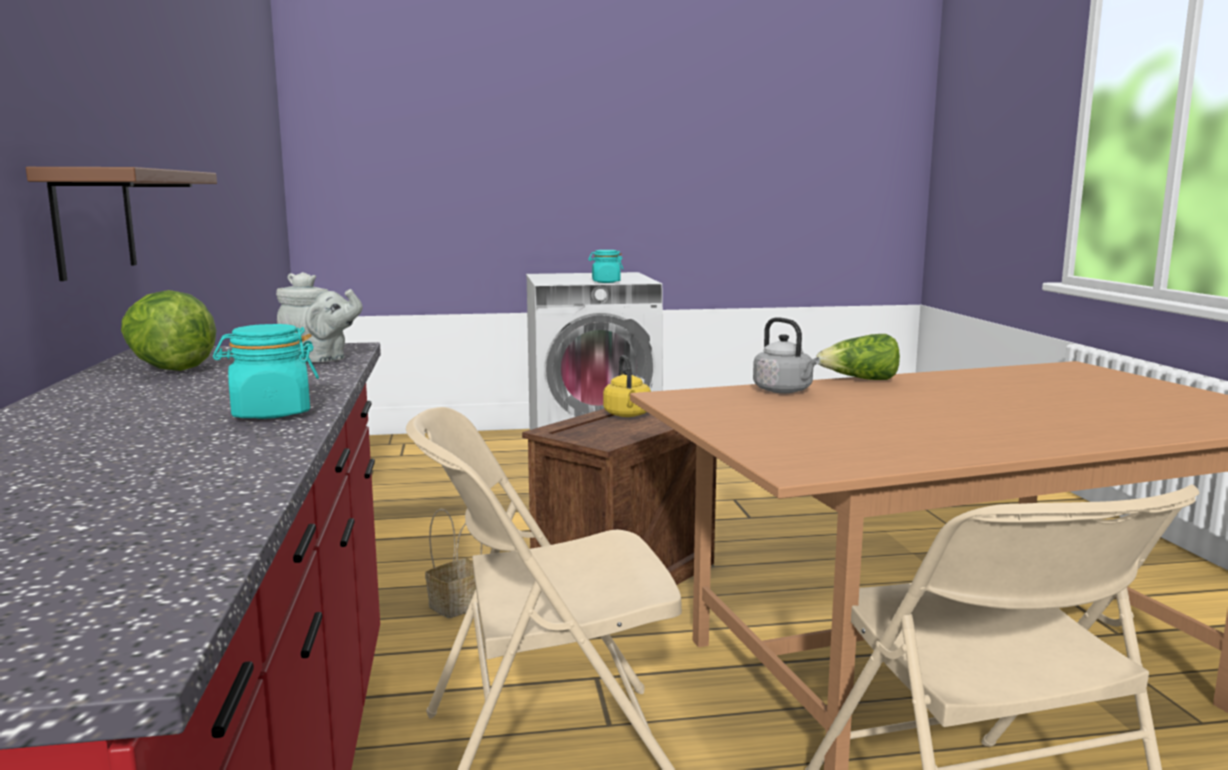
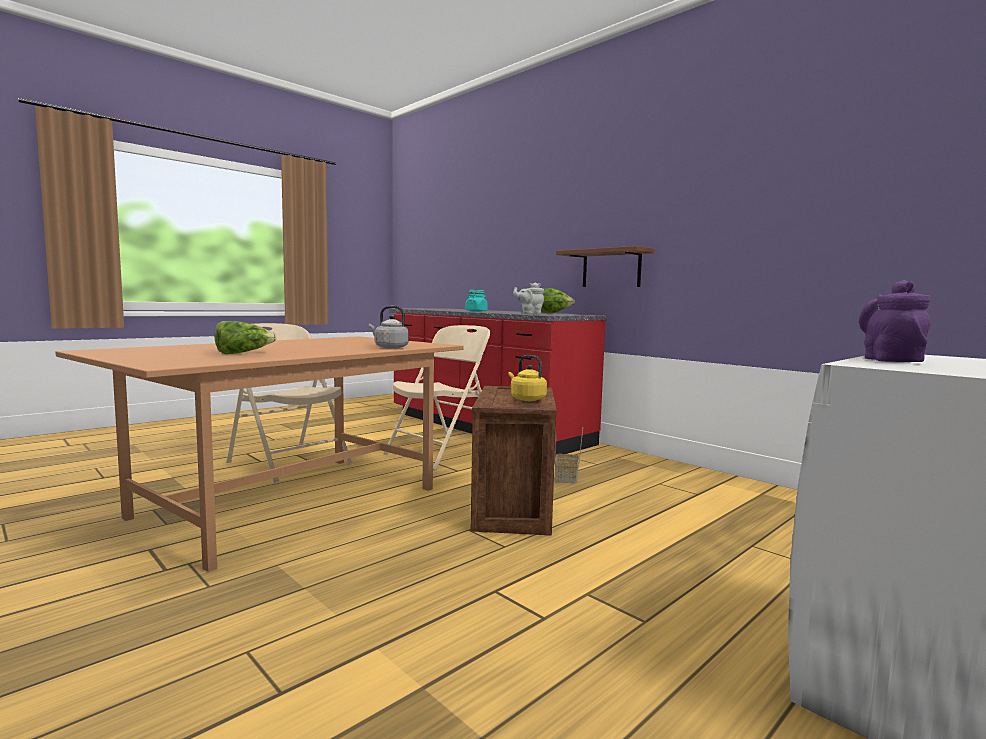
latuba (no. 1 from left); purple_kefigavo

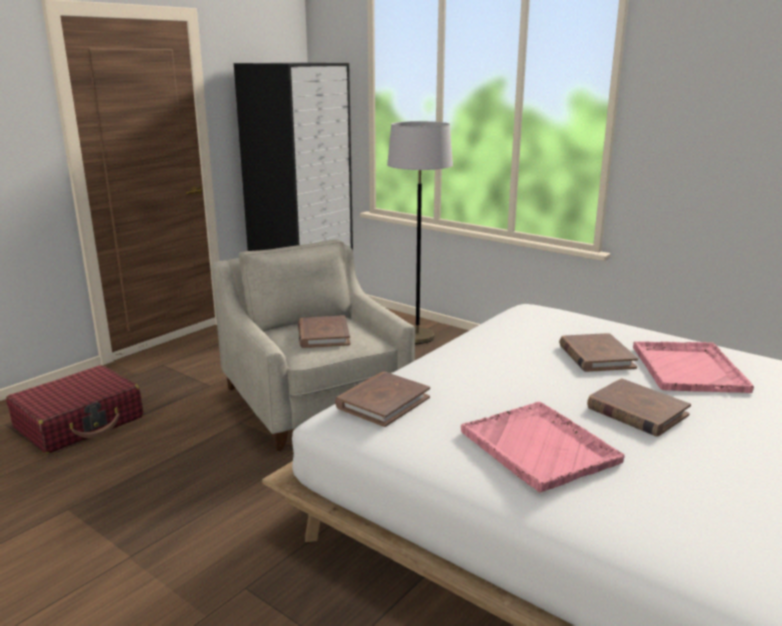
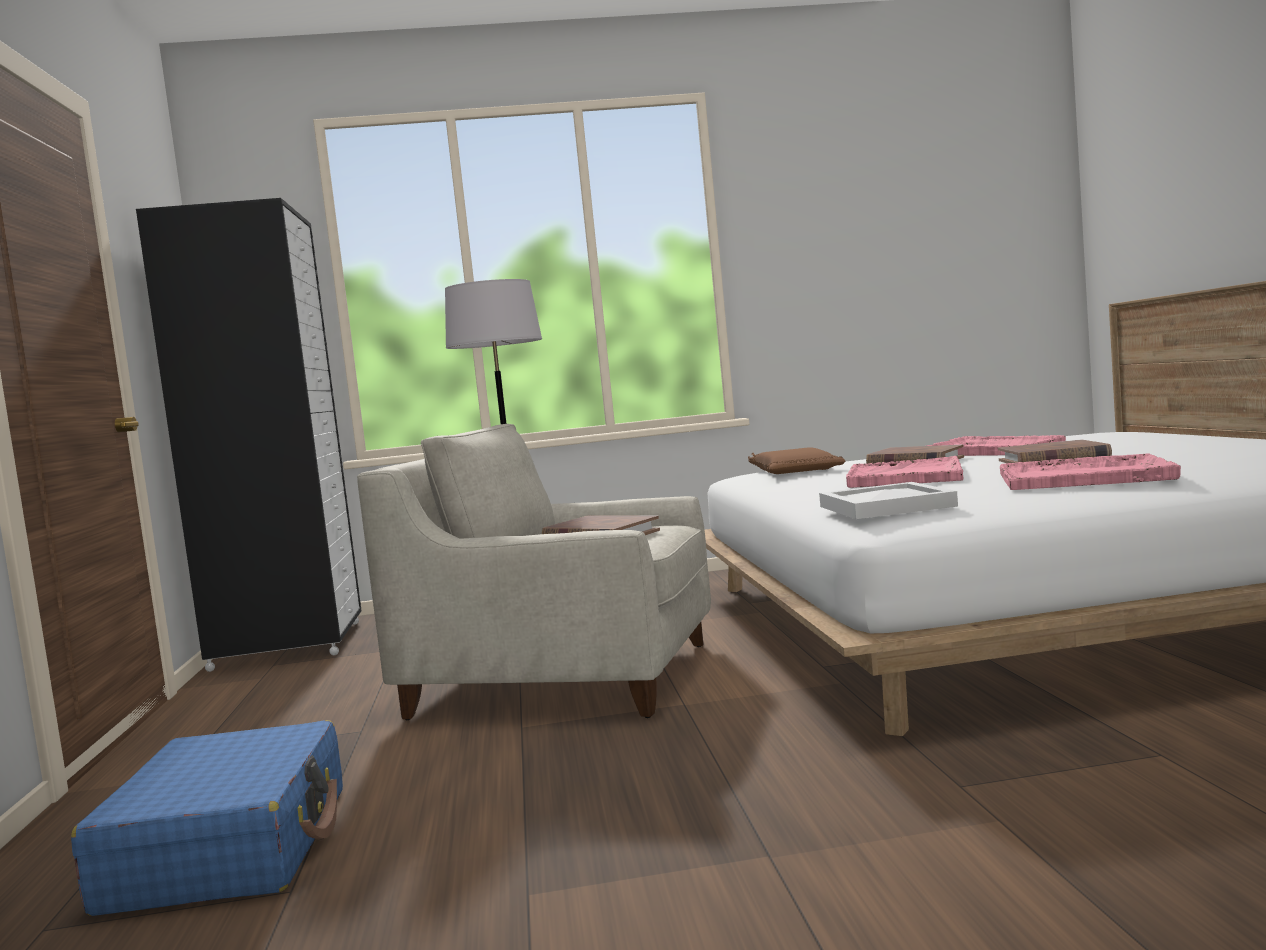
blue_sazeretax; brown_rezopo; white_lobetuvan; pink_lobetuvan (no. 1 from left)

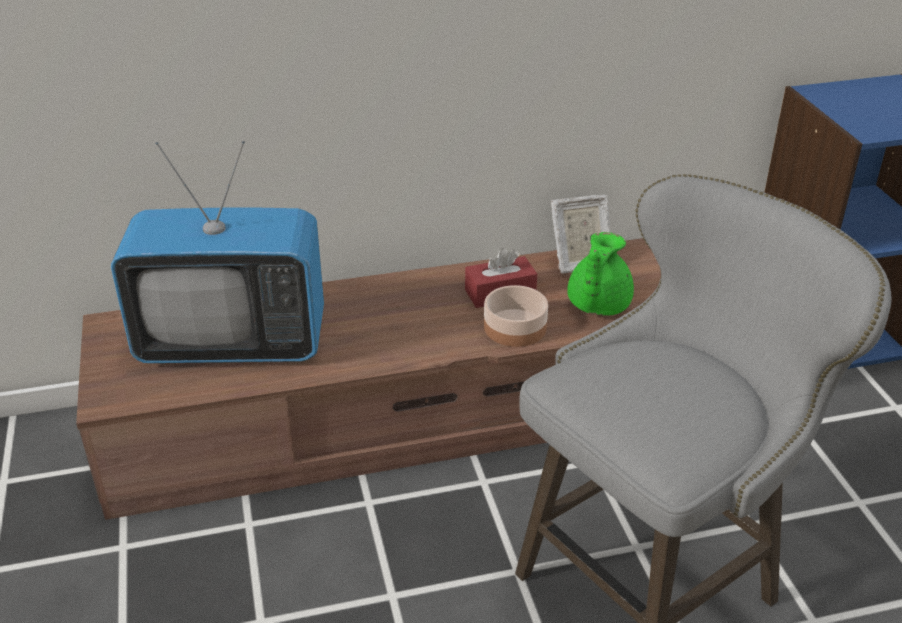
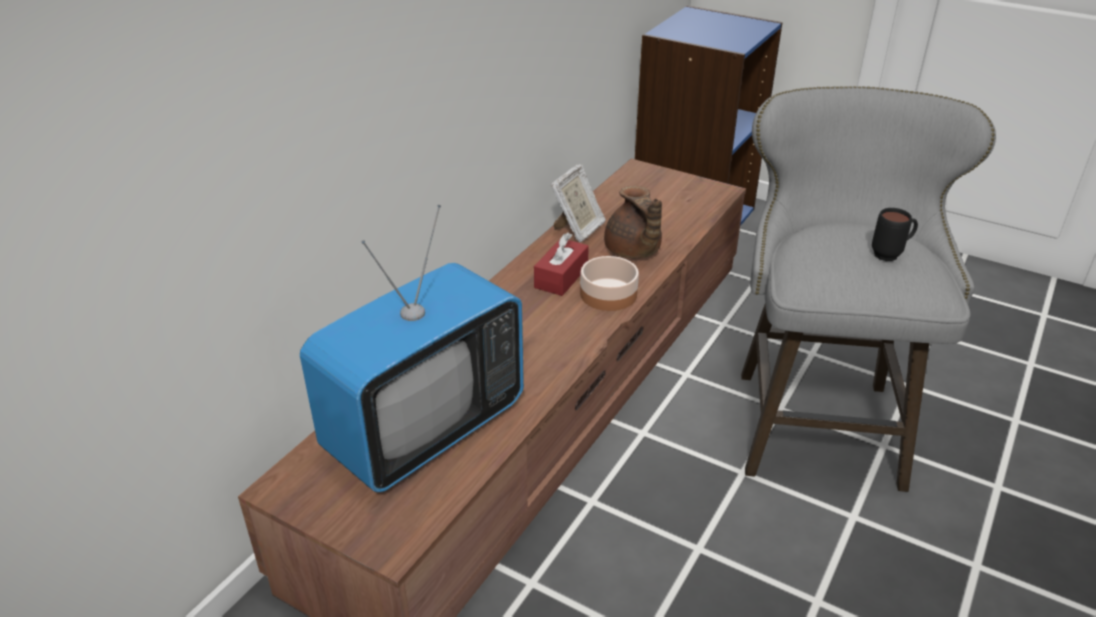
brown_kefigavo; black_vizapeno

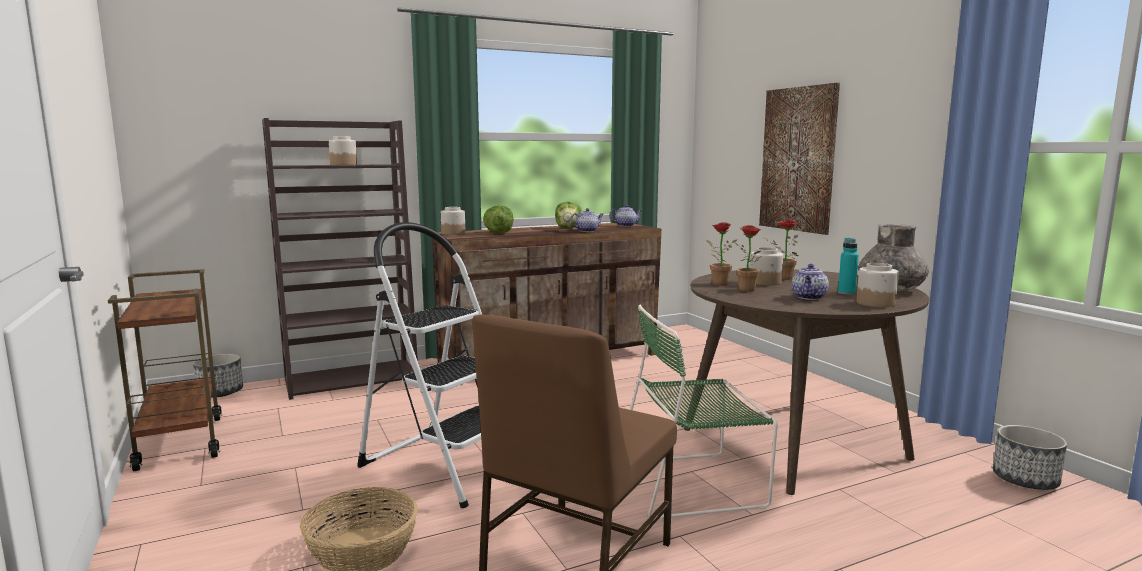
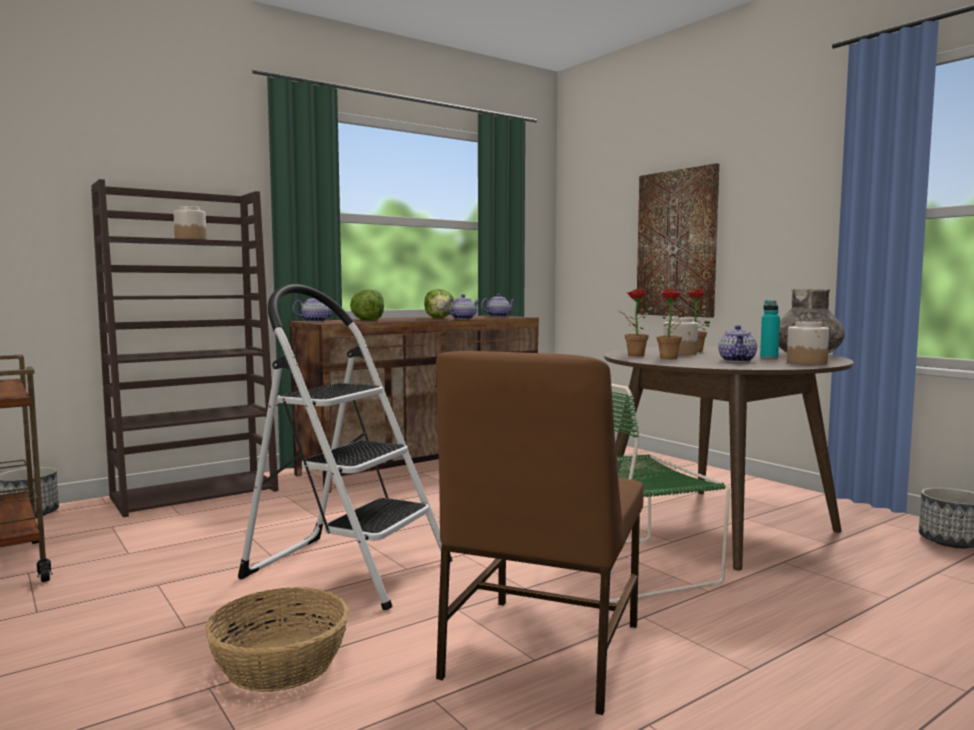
kefigavo (no. 1 from left)

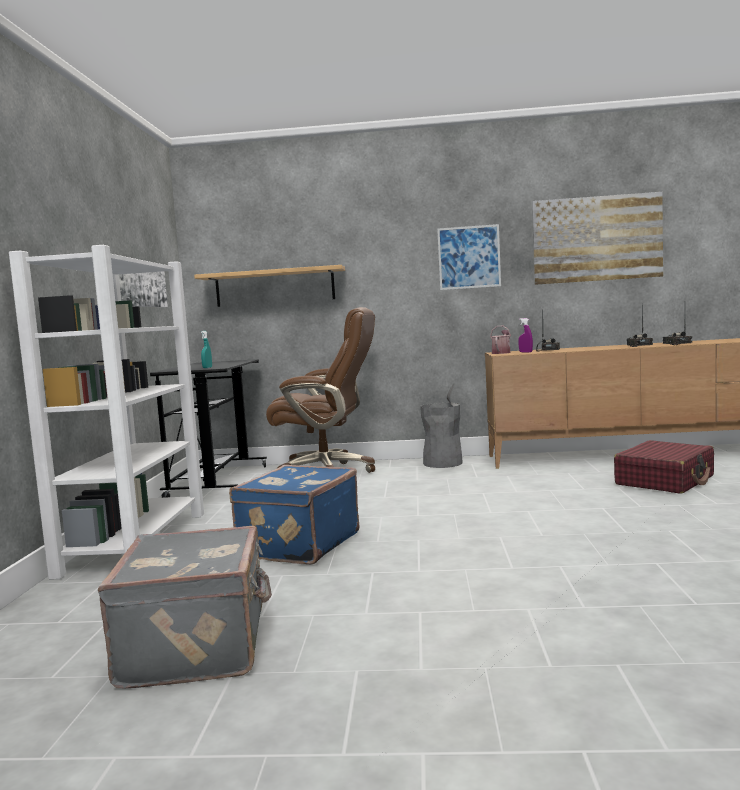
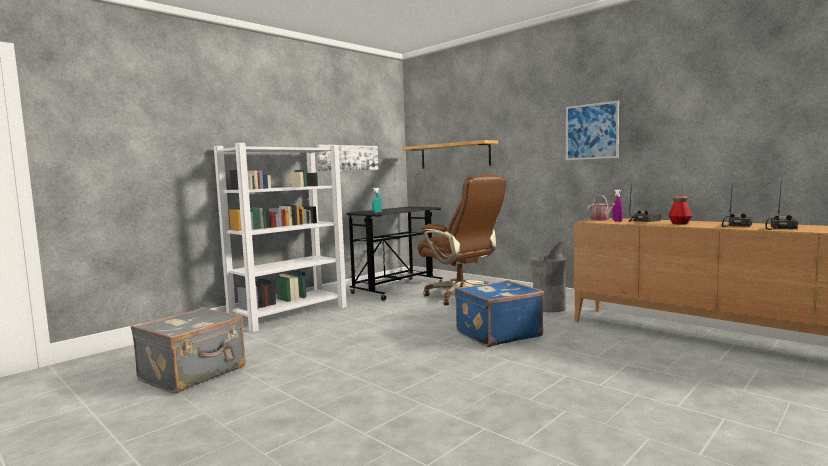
blue_sazeretax; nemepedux; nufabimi (no. 3 from left in the first image); red_sazeretax

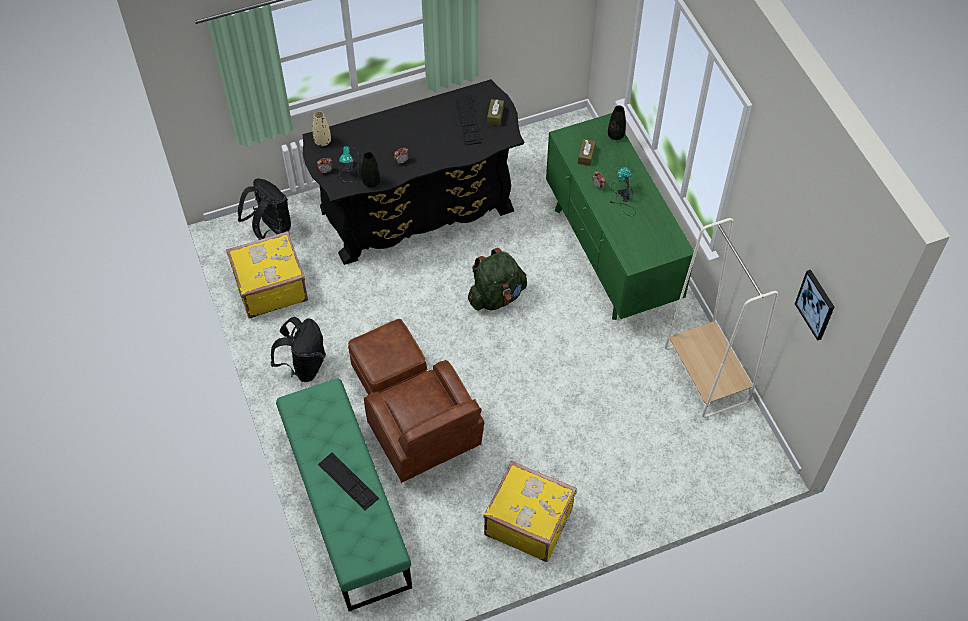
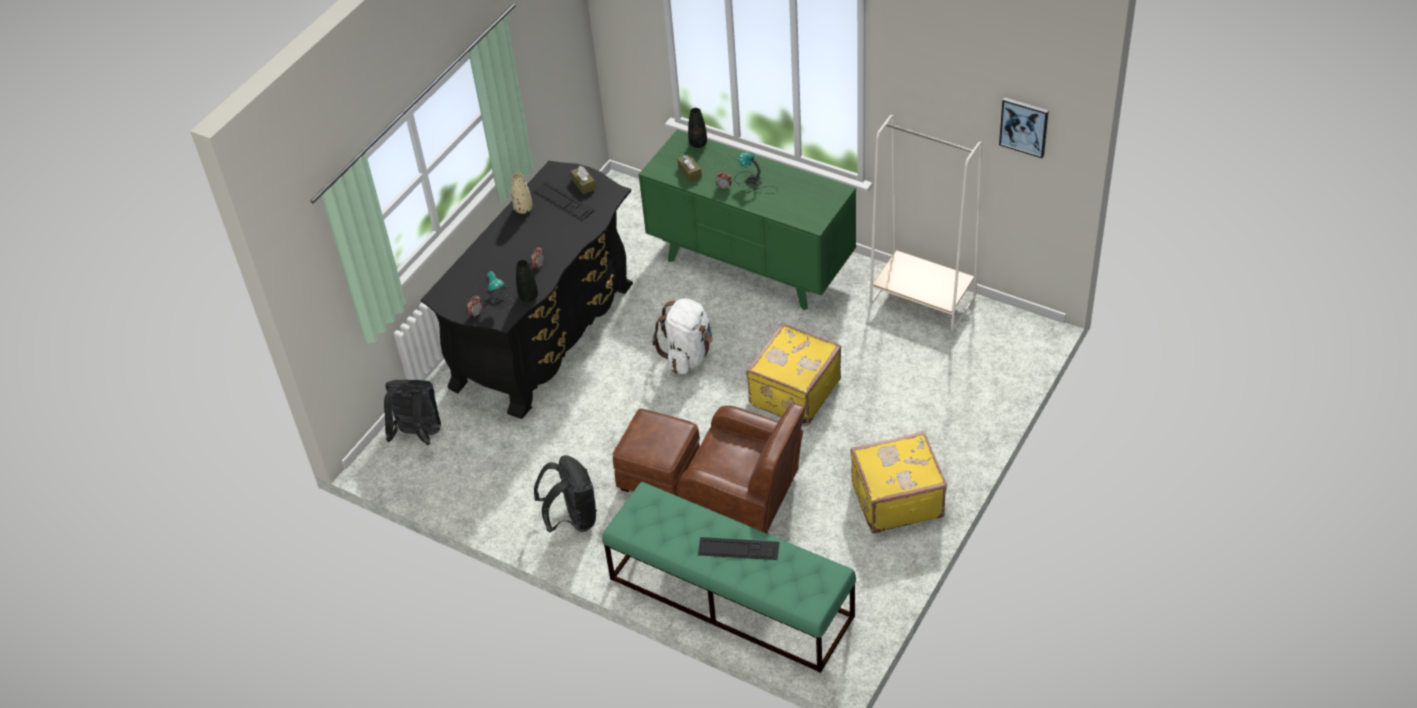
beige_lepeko; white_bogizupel; yellow_sazeretax (no. 1 from left)

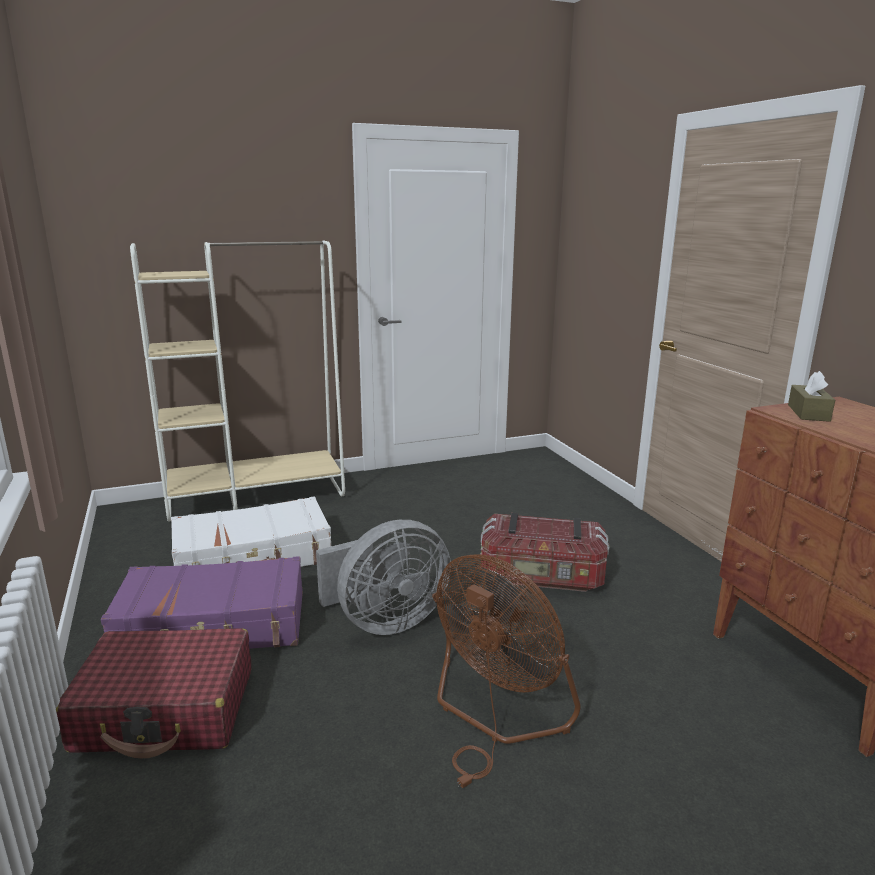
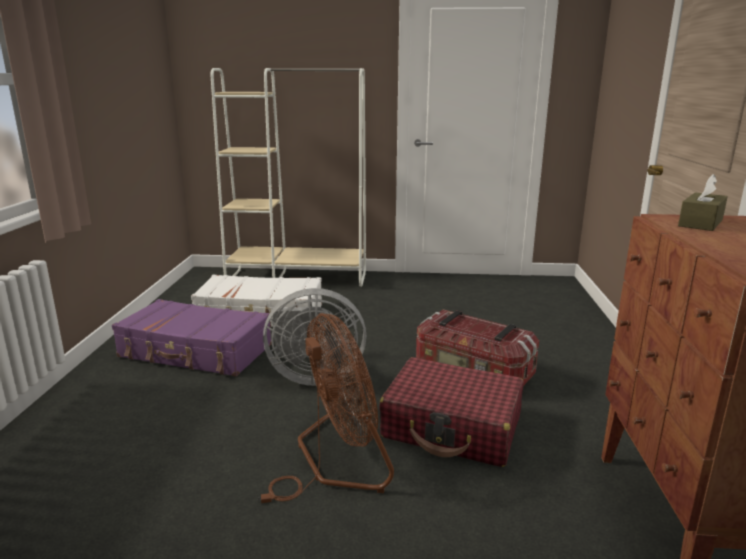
red_sazeretax

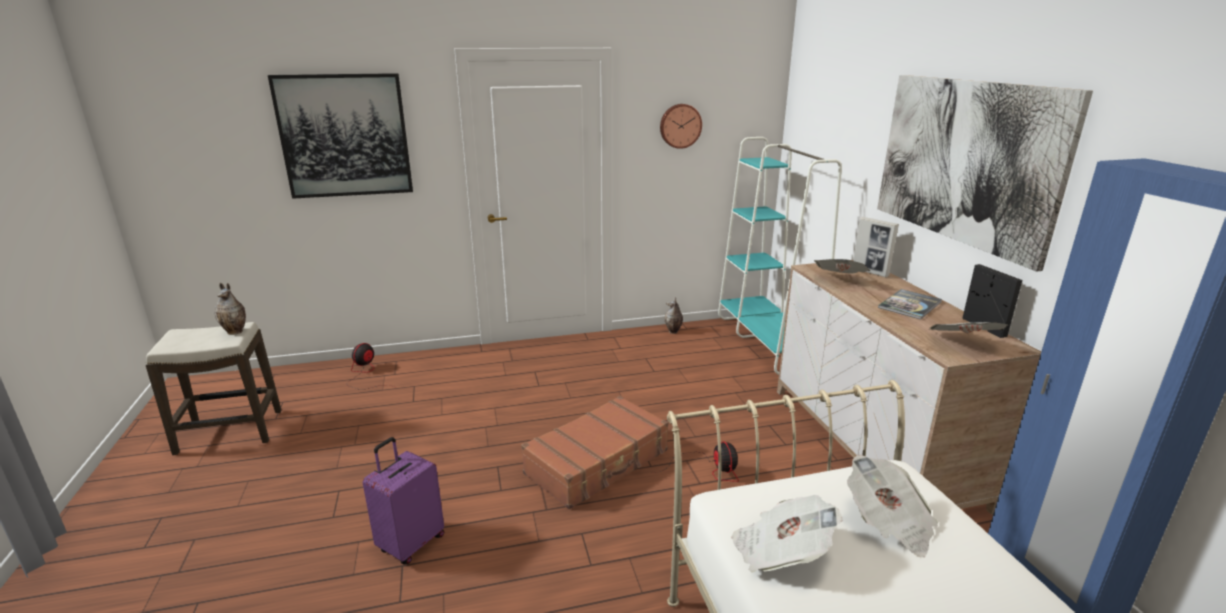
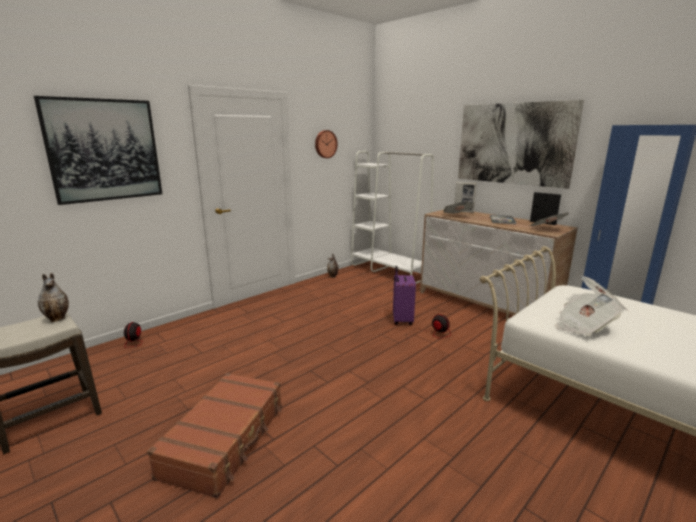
brown_sazeretax; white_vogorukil; purple_sazeretax

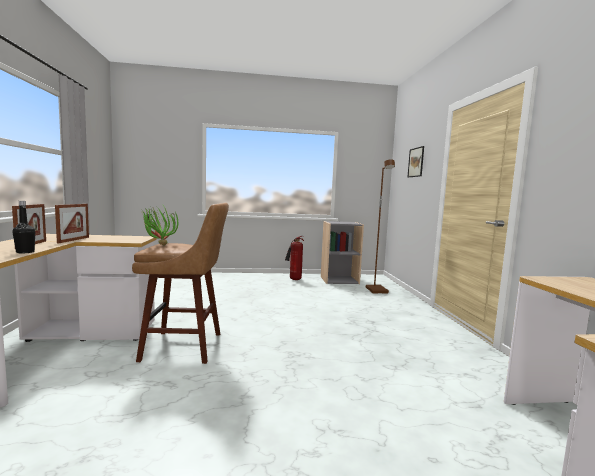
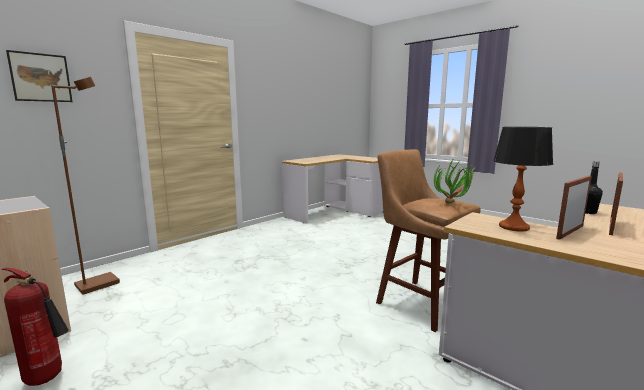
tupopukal

